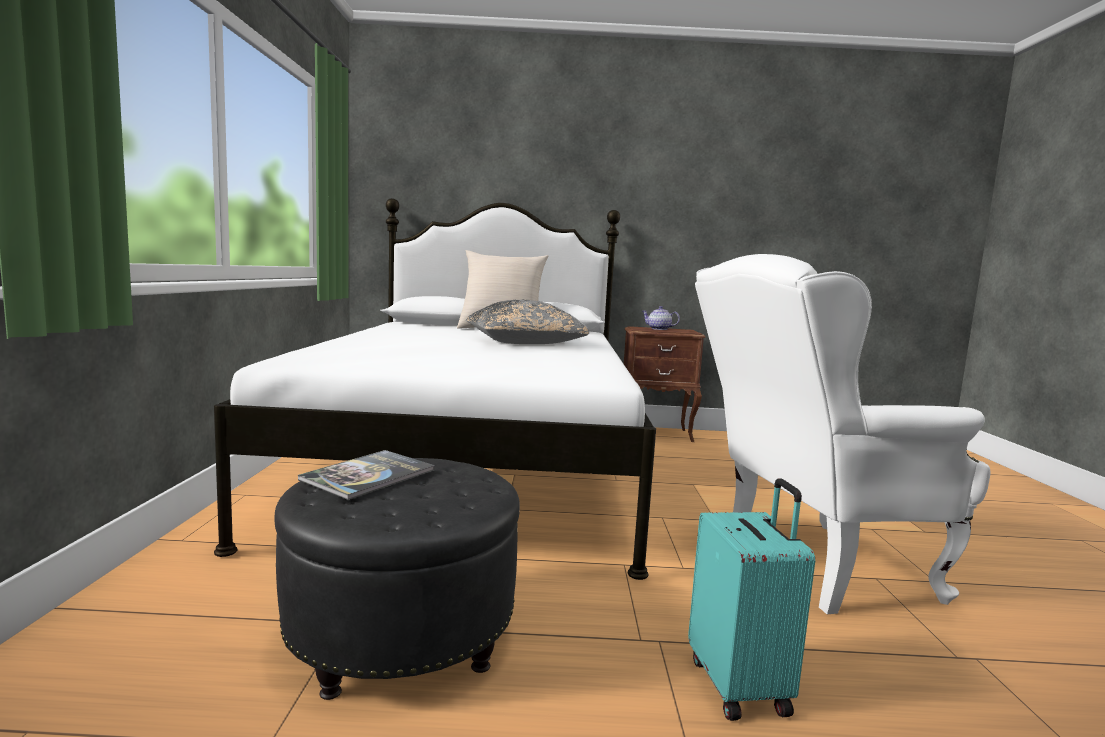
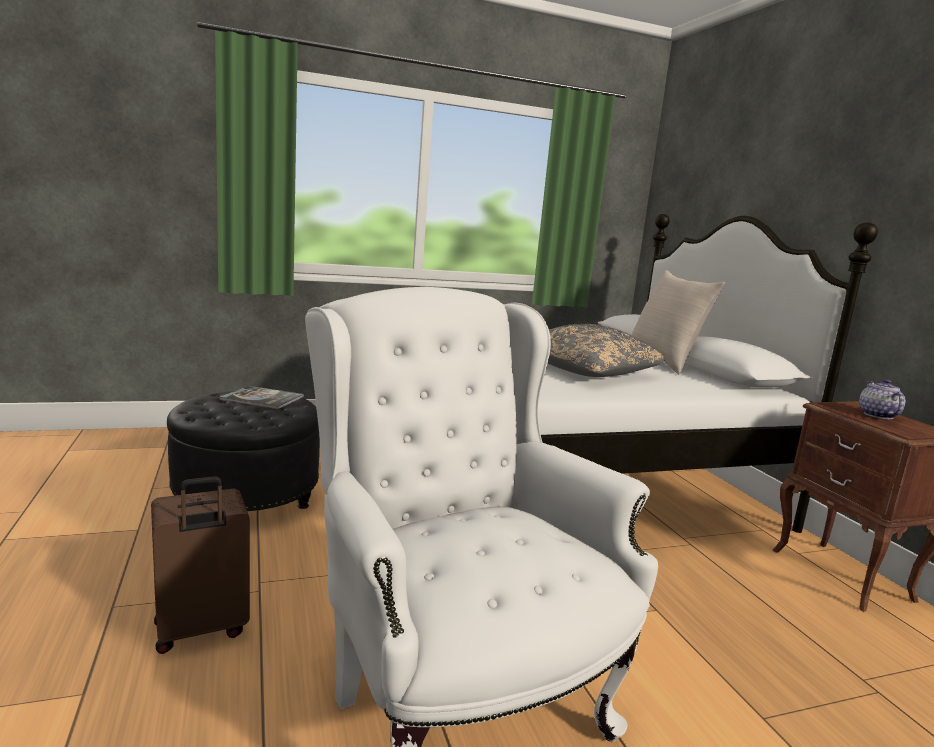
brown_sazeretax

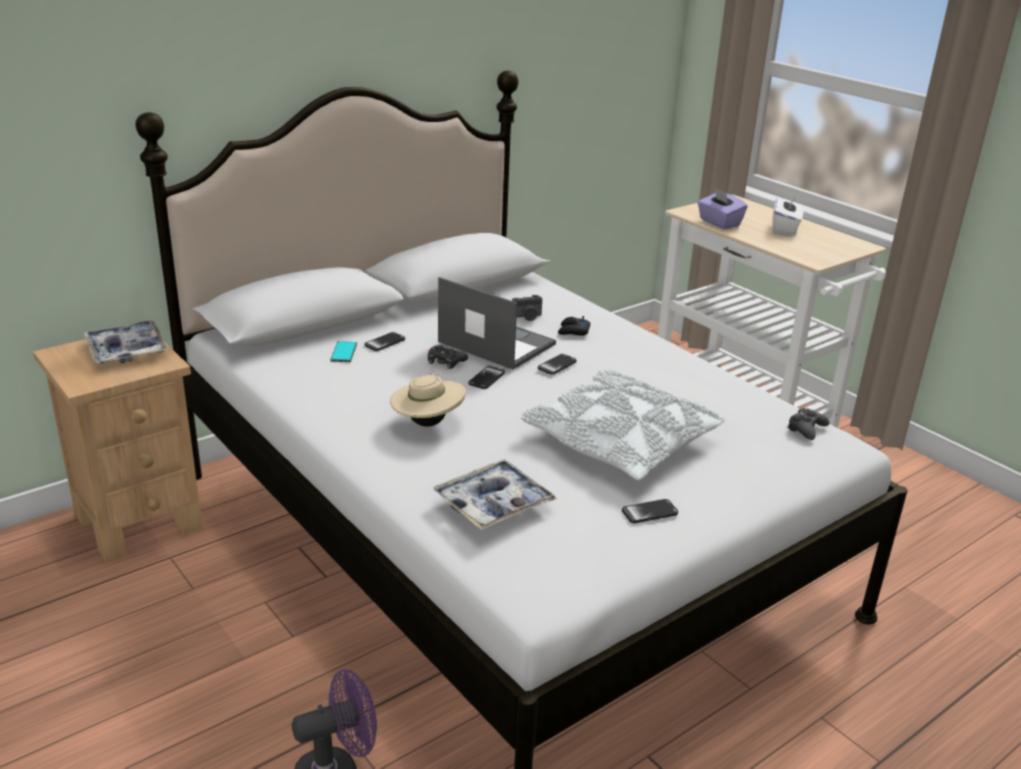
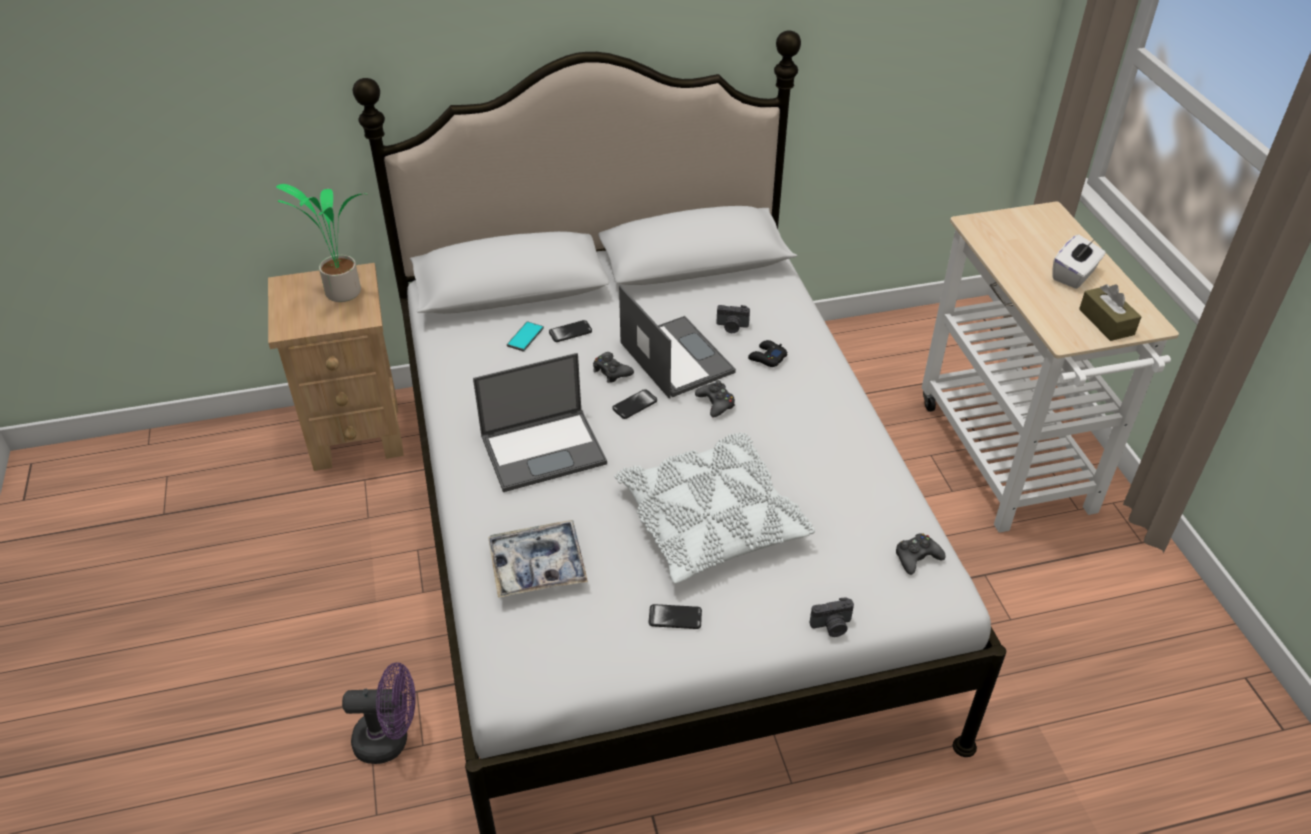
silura; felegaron (no. 1 from left); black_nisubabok (no. 2 from left); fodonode (no. 2 from left); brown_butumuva; purple_butumuva

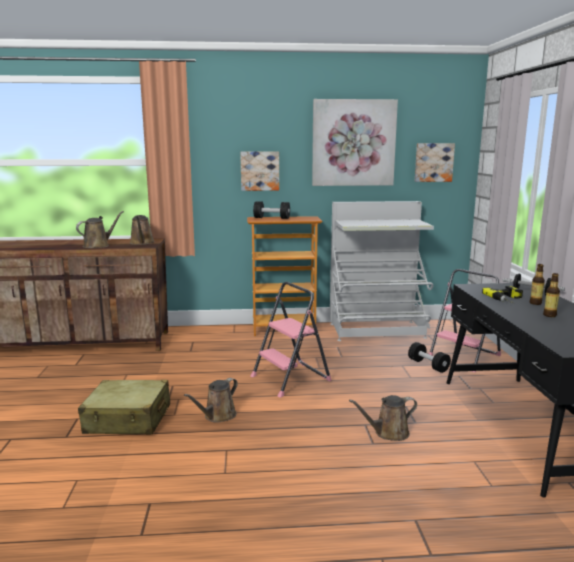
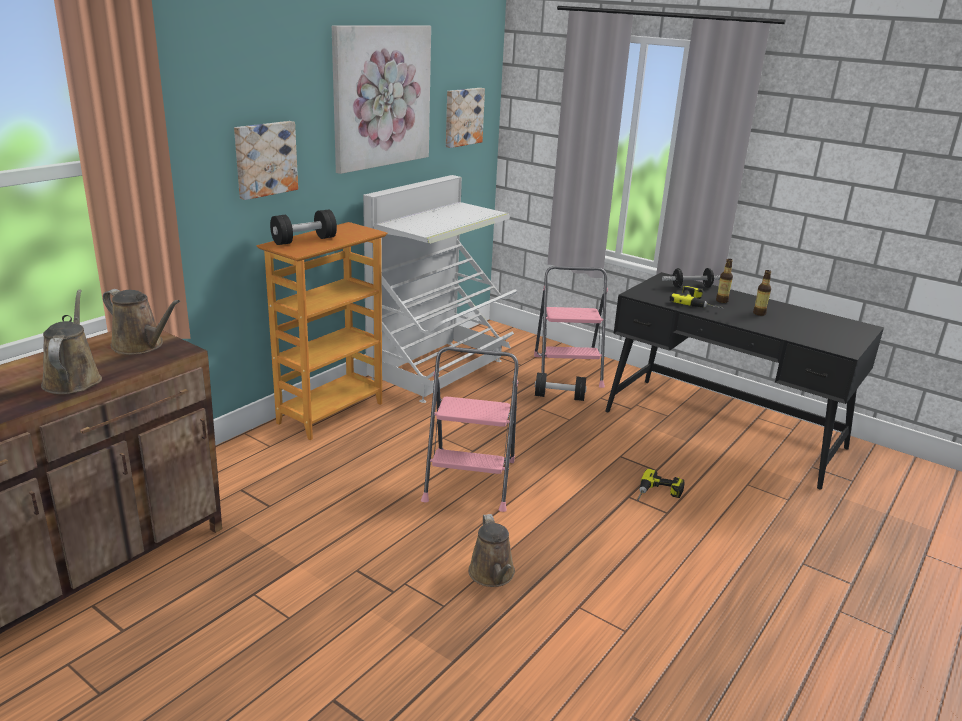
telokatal (no. 1 from left); beige_sazeretax

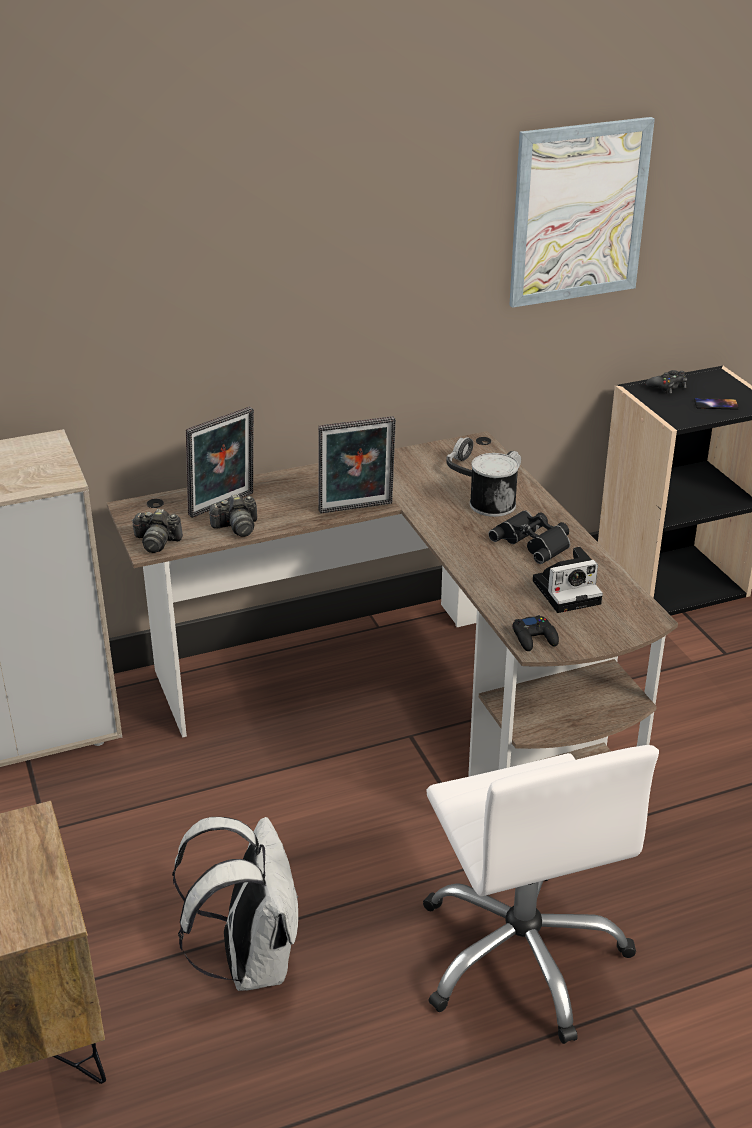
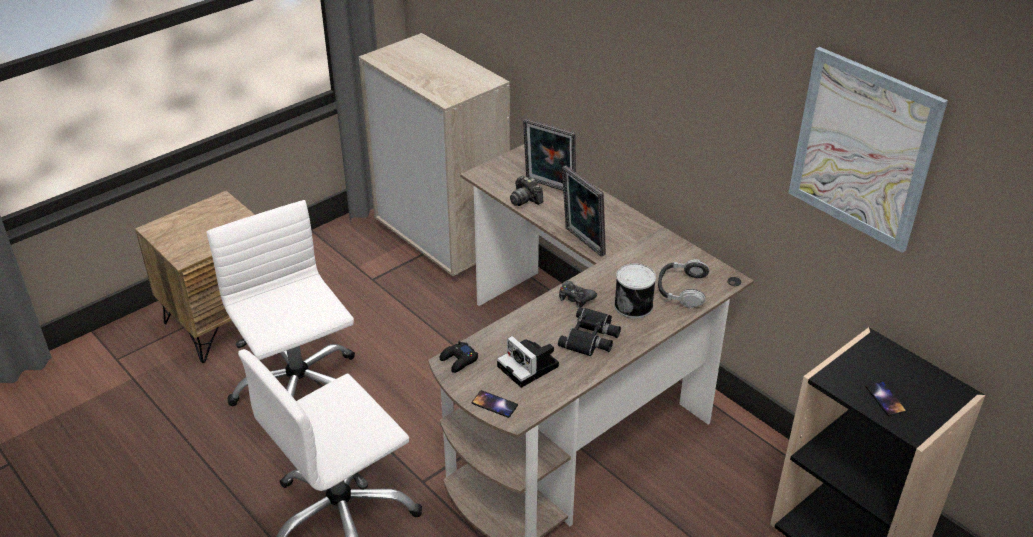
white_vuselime (no. 1 from left); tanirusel (no. 1 from left); black_nisubabok (no. 2 from left); fodonode (no. 1 from left in the first image)

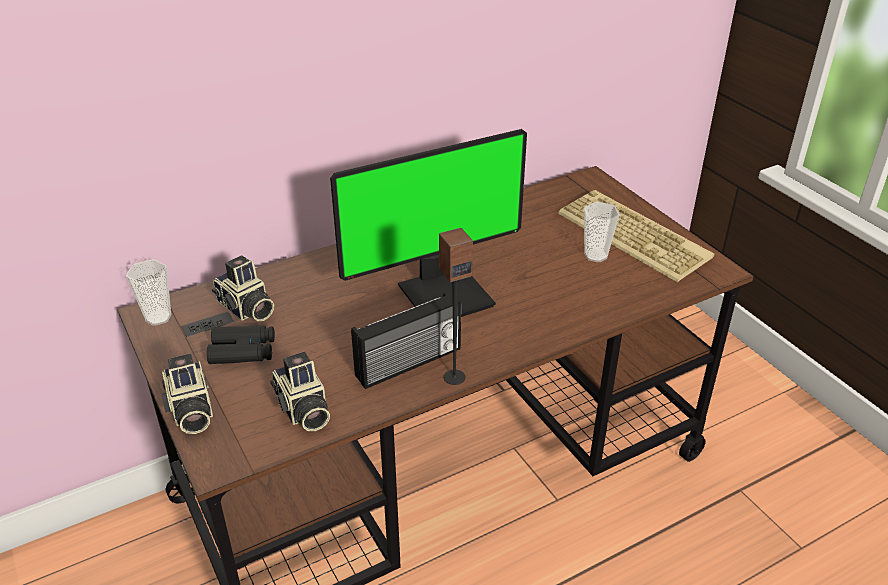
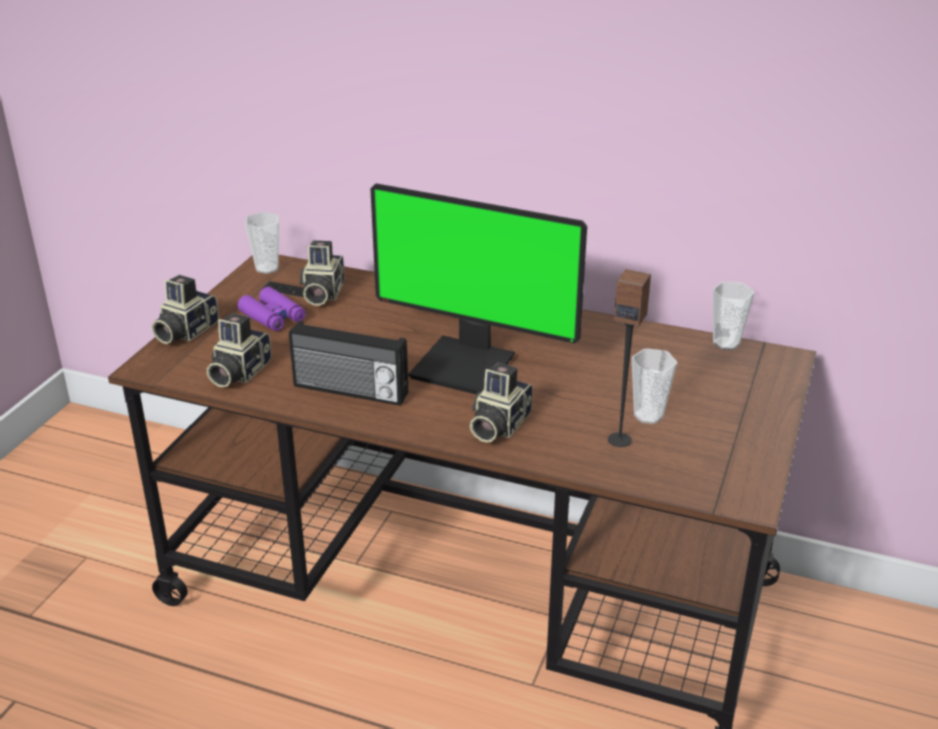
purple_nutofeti; fodonode (no. 4 from left); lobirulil; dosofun (no. 3 from left); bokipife

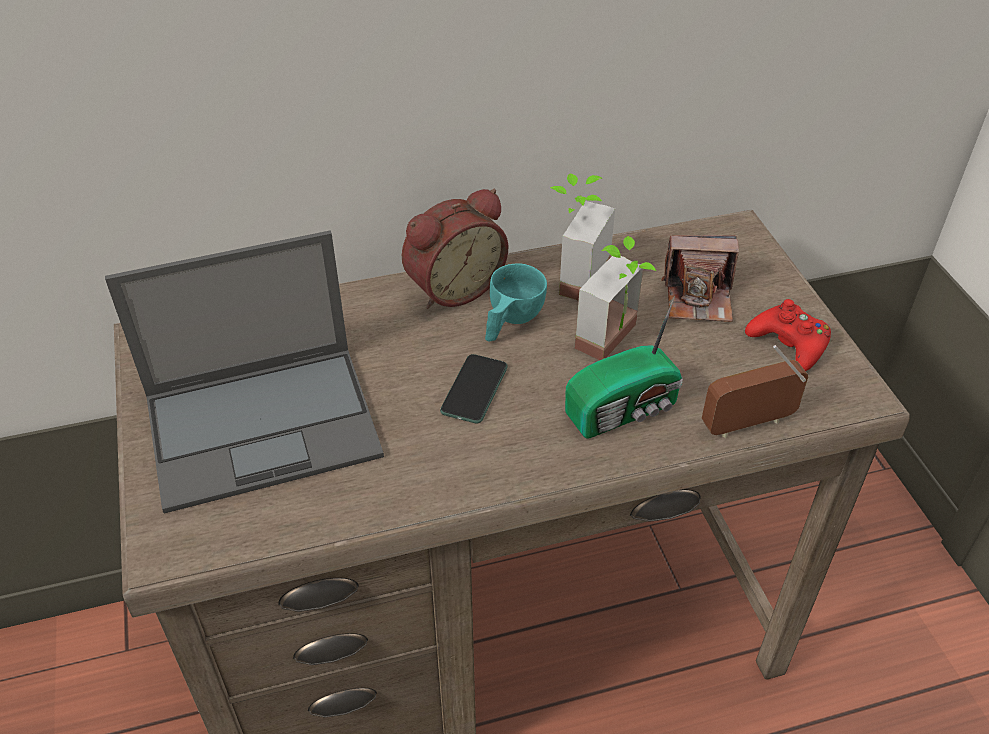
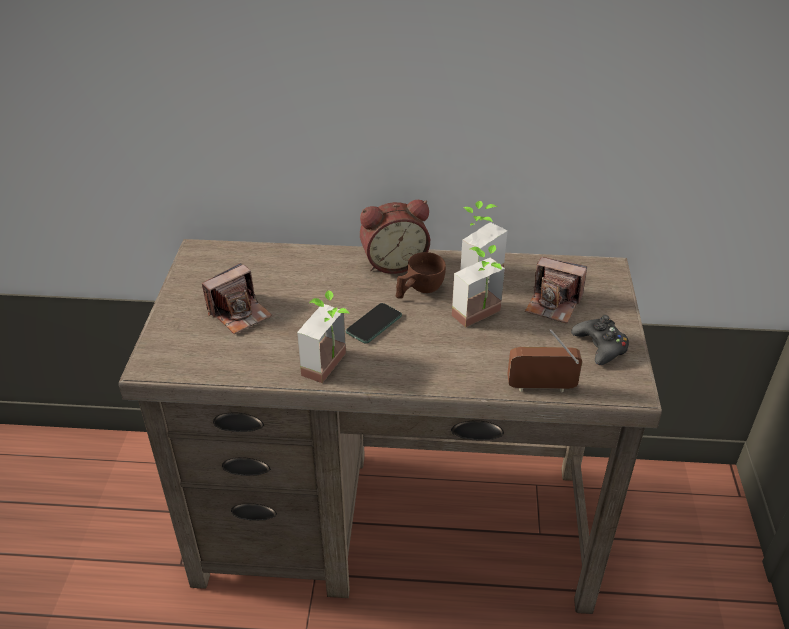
fodonode (no. 1 from left); silura (no. 1 from left); brown_dosofun; black_nisubabok; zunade (no. 1 from left in the first image)

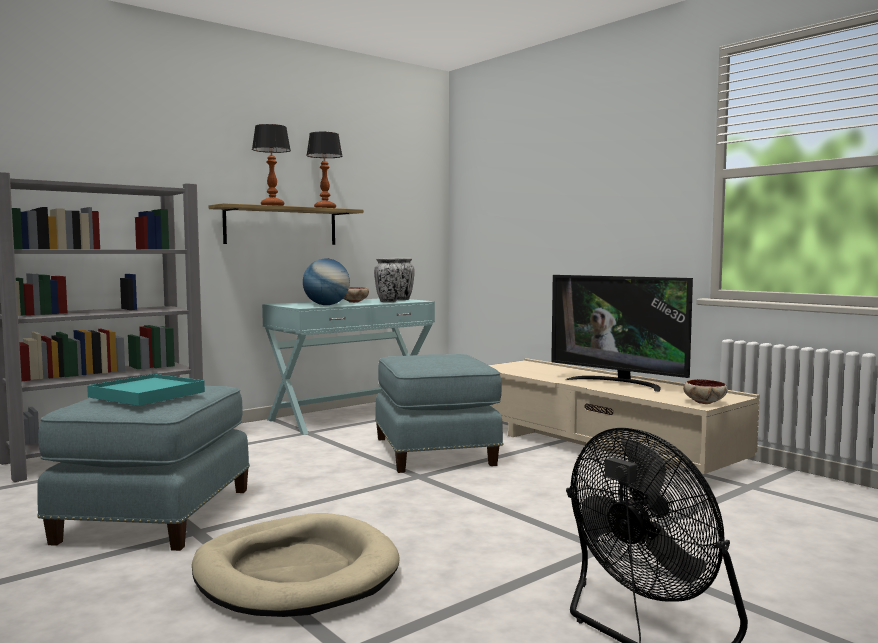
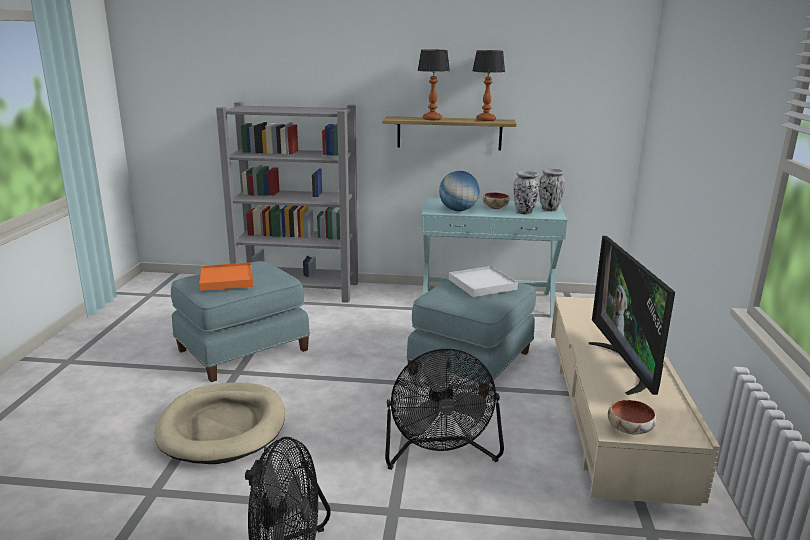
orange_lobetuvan; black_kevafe (no. 2 from left); white_lobetuvan

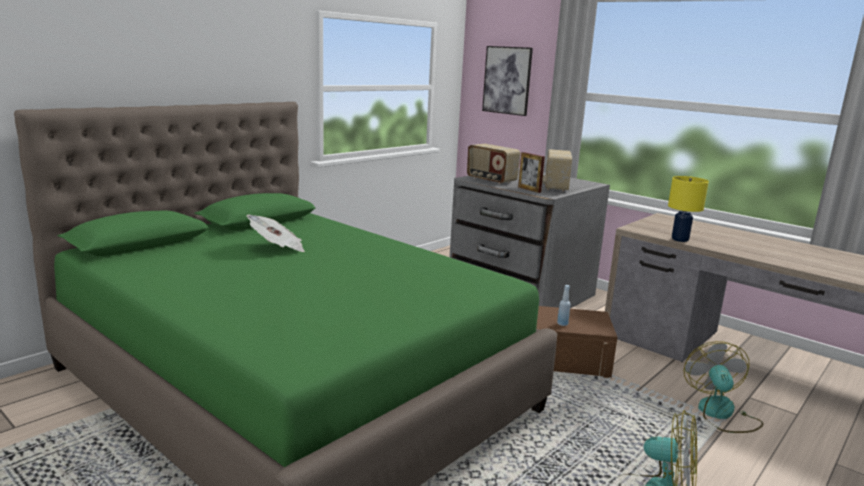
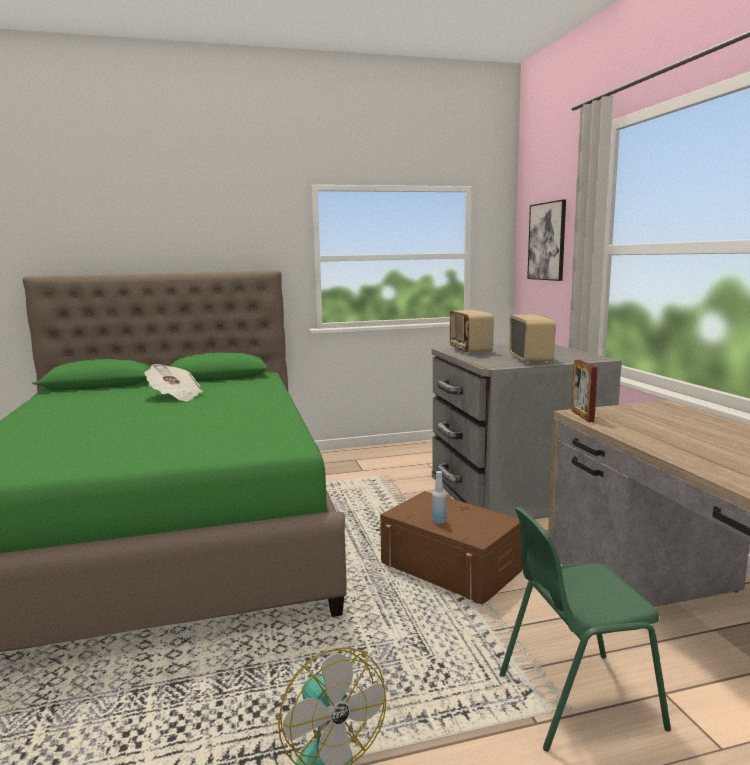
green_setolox; zunade (no. 2 from left); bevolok; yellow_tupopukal

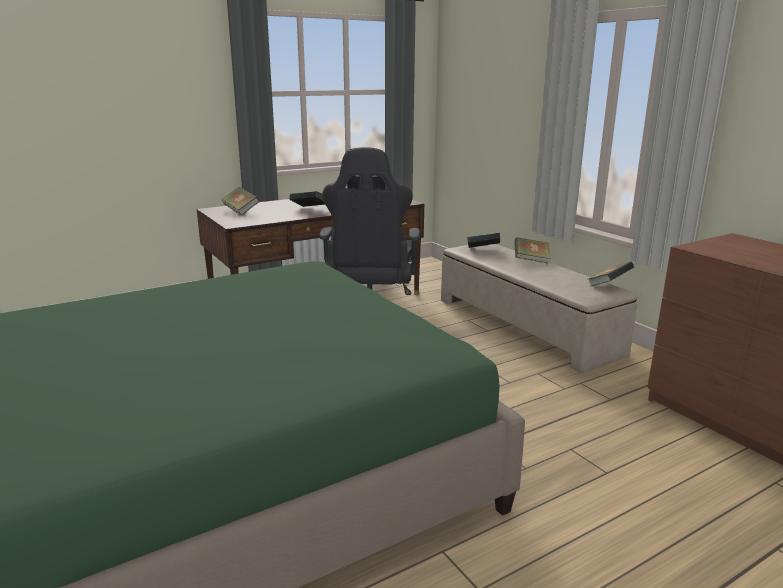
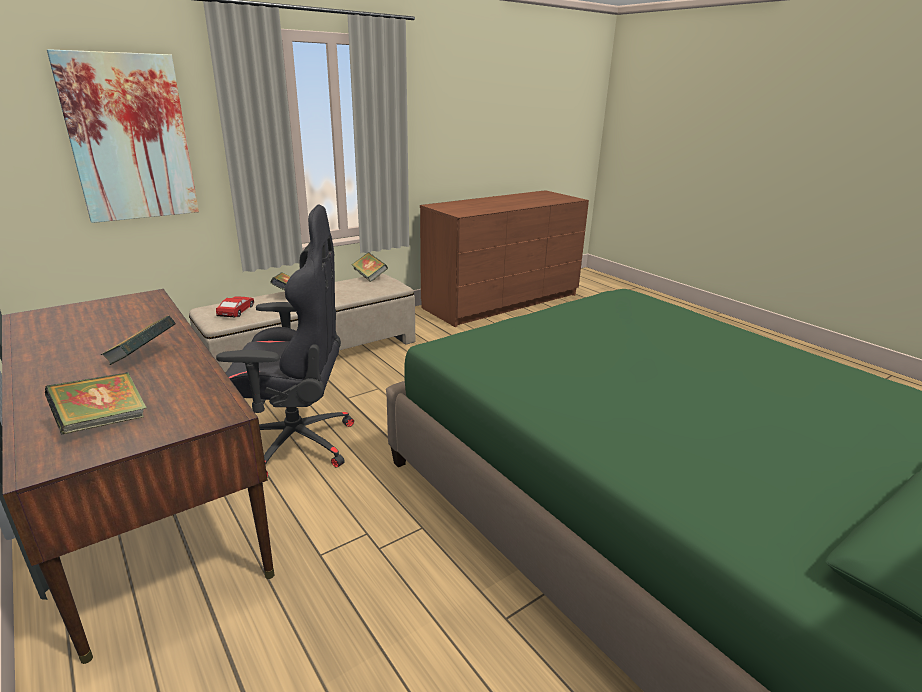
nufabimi; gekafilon

